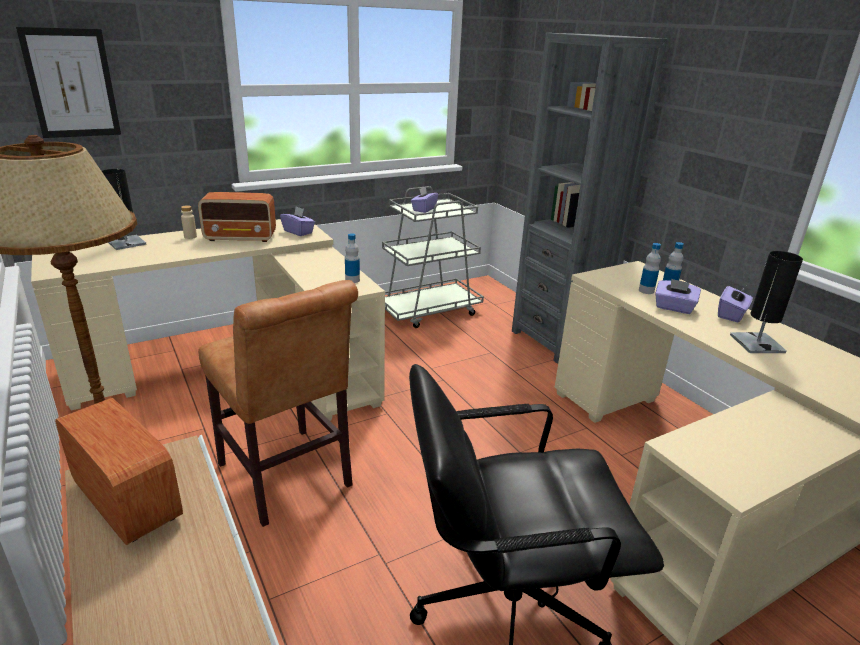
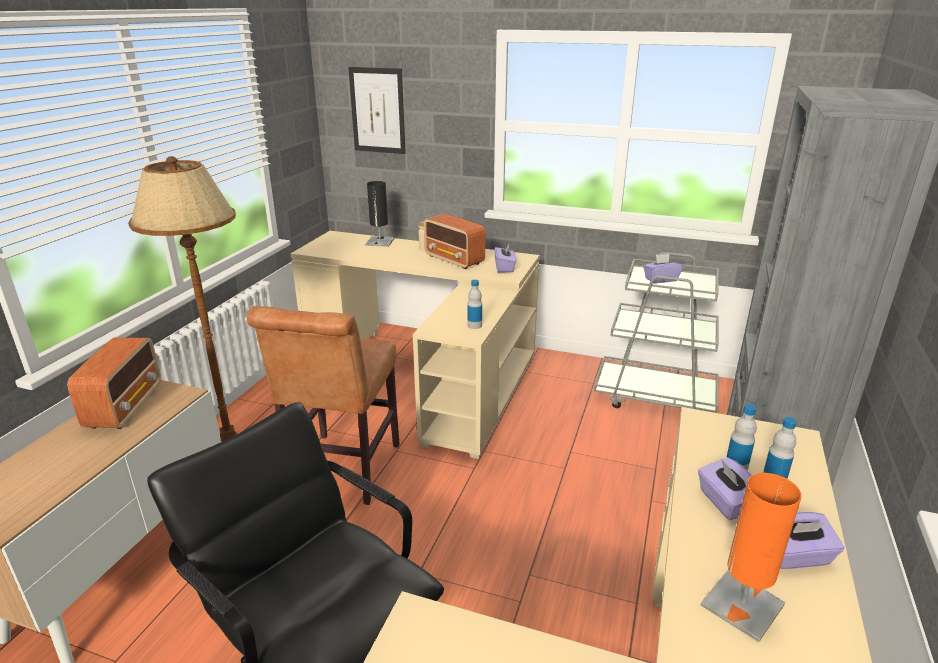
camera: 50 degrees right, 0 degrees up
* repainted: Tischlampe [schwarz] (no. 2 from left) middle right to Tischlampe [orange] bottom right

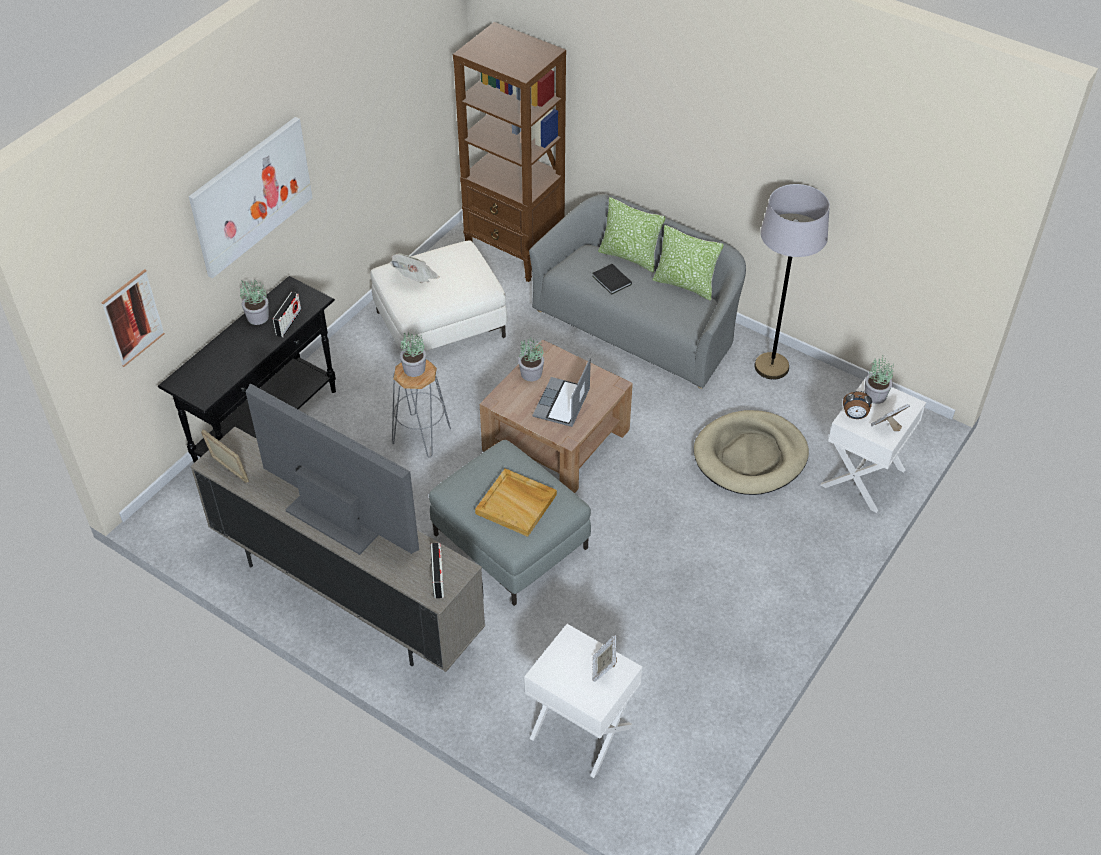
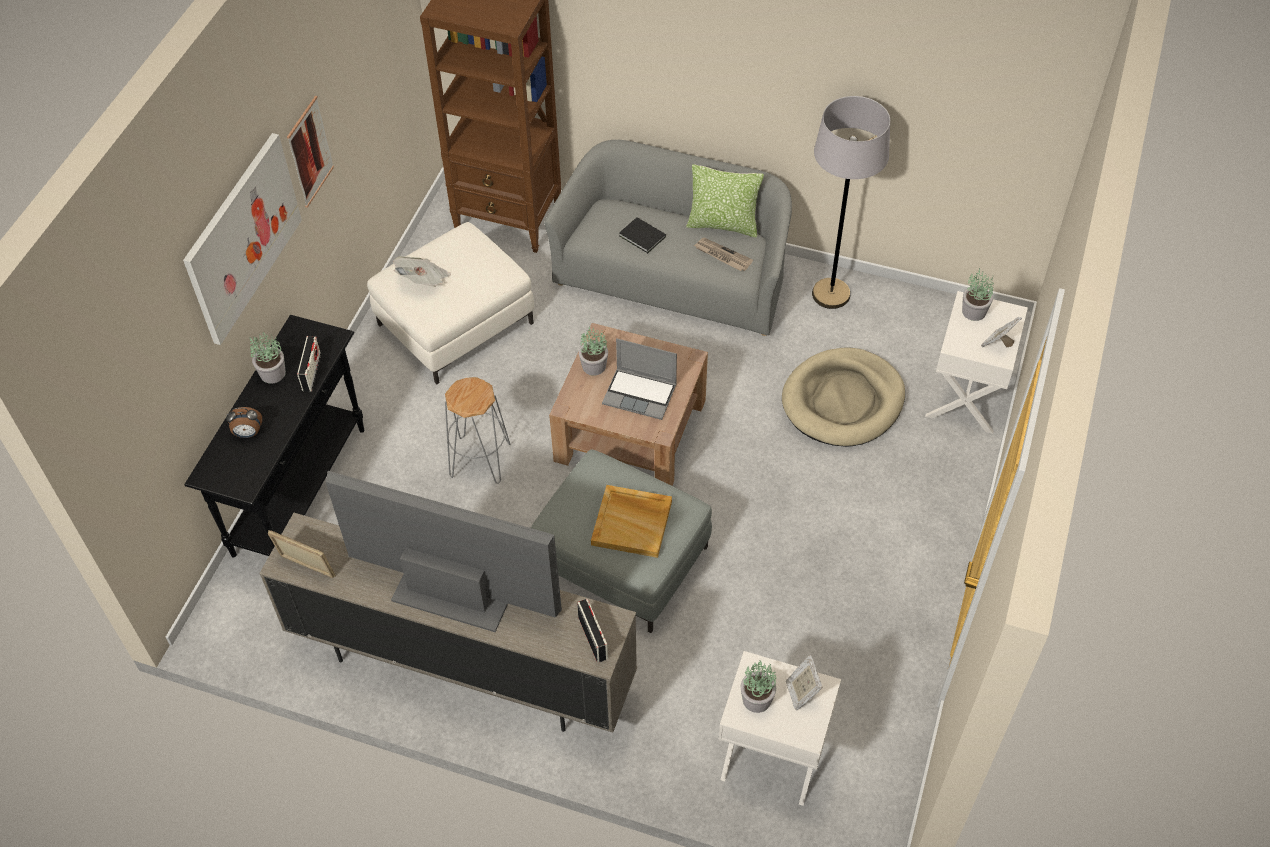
camera: 15 degrees left, 5 degrees up
* gone: Kissen (no. 1 from left) top centre
* shifted: Bild (no. 1 from left in the first image) middle left to Bild (no. 2 from left) top left
* shifted: Topfpflanze (no. 2 from left in the first image) centre to Topfpflanze (no. 3 from left) bottom centre
* rotated: Laptop centre = centre 75 degrees counterclockwise
* shifted: Wecker middle right to middle left
* new: Zeitung (no. 2 from left) top centre

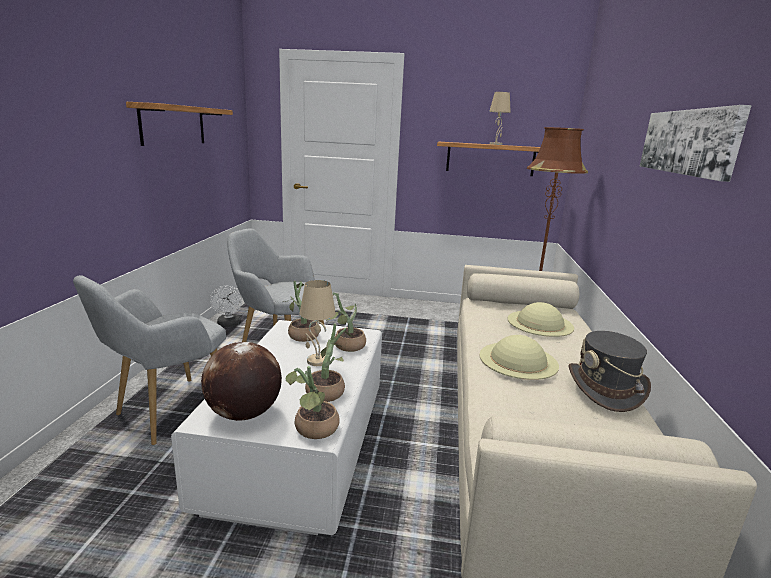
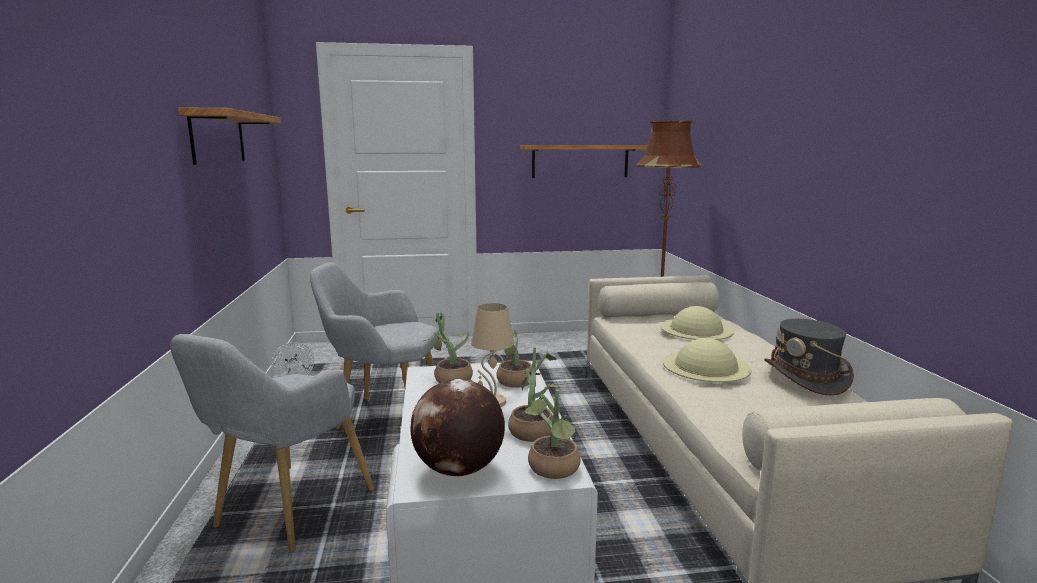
camera: 15 degrees left, 5 degrees down
* gone: Tischlampe [beige] (no. 2 from left) top centre
* gone: Bild top right

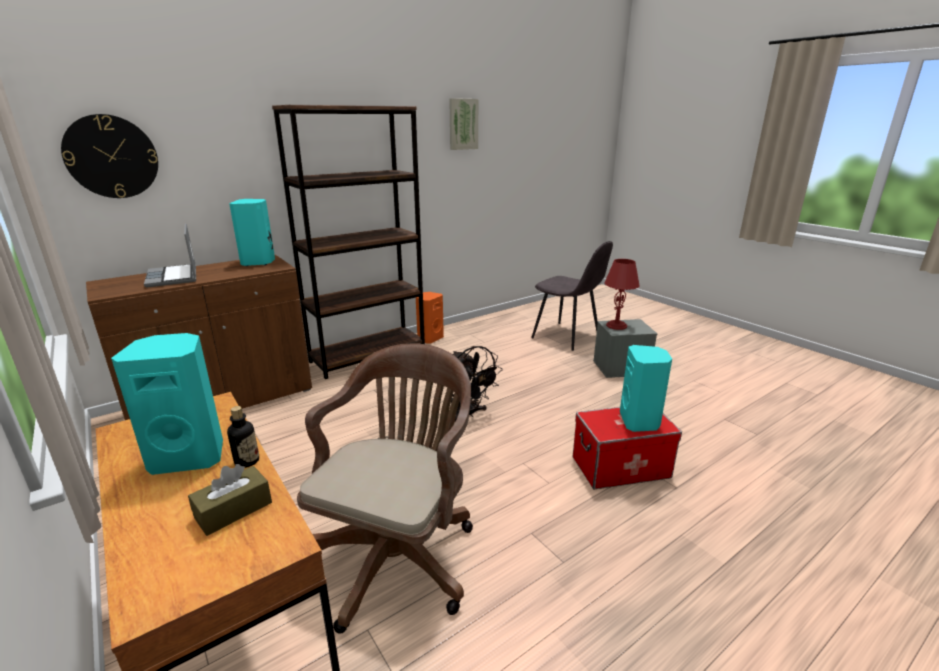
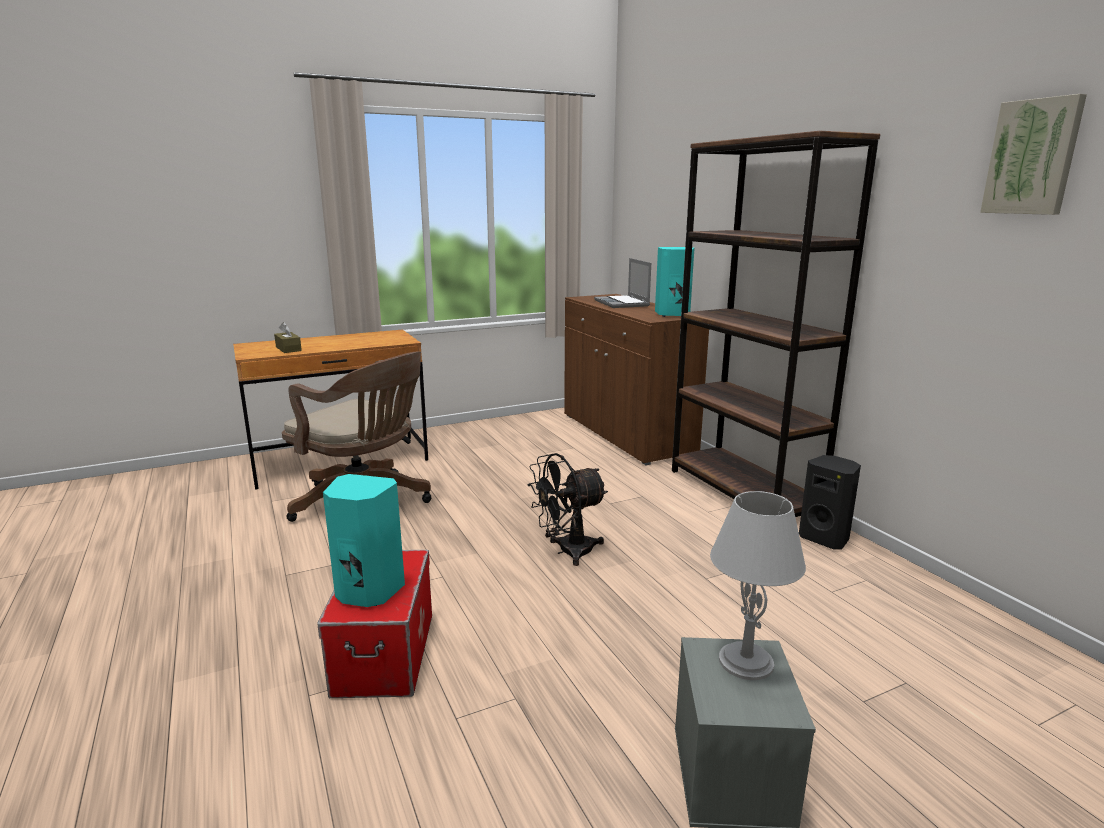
camera: 100 degrees right, 5 degrees down
* gone: Wanduhr top left
* rotated: Laptop middle left = centre 90 degrees counterclockwise
* gone: Stuhl [grau] centre
* repainted: Tischlampe [rot] centre to Tischlampe [grau] bottom right
* repainted: Lautsprecher [orange] centre to Lautsprecher [schwarz] middle right
* gone: Lautsprecher [türkis] (no. 1 from left) middle left
* gone: Flasche middle left

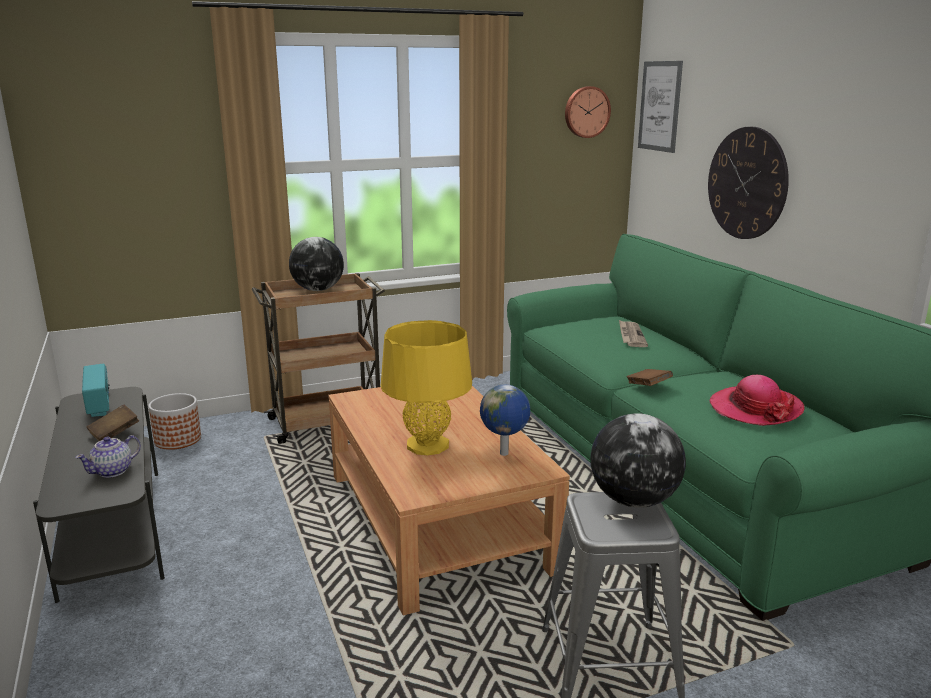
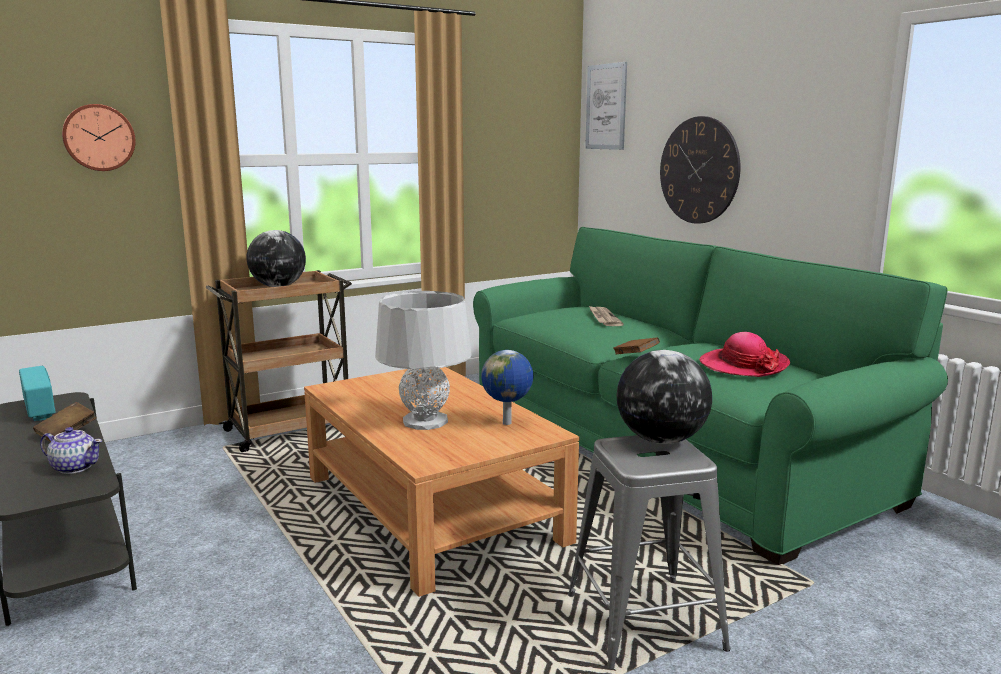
camera: 10 degrees left, 5 degrees down
* shifted: Wanduhr (no. 1 from left) top centre to top left
* repainted: Tischlampe [gelb] centre to Tischlampe [grau] centre
* gone: Pflanzkübel middle left
* rotated: Teekanne middle left = bottom left 105 degrees counterclockwise

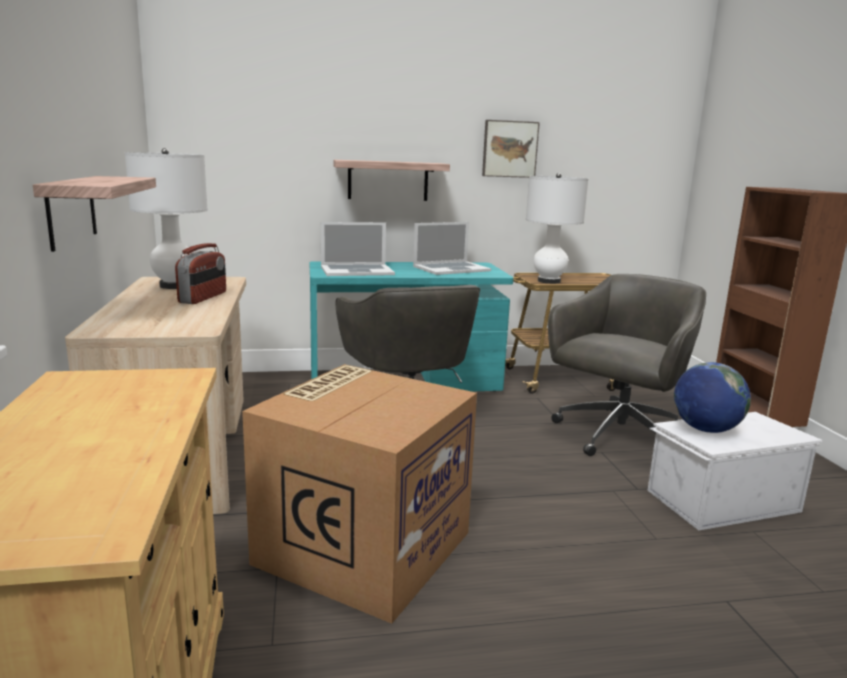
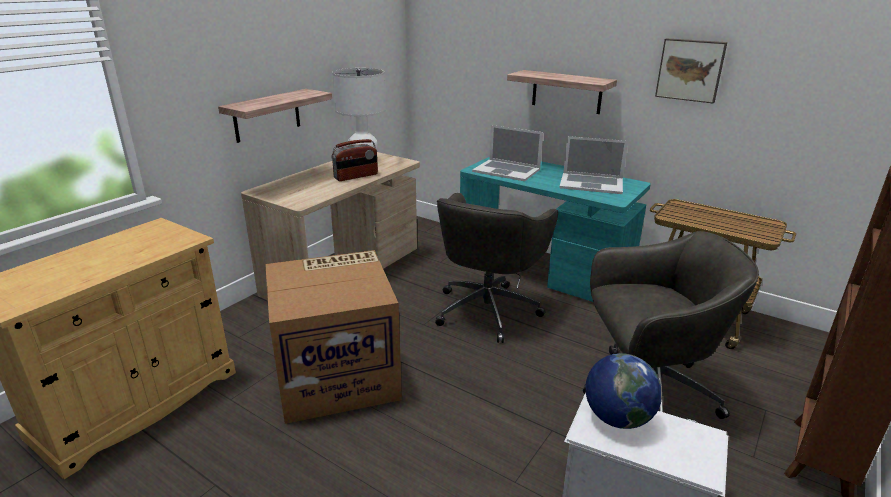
camera: 45 degrees right, 10 degrees up
* gone: Tischlampe [weiß] (no. 2 from left) centre

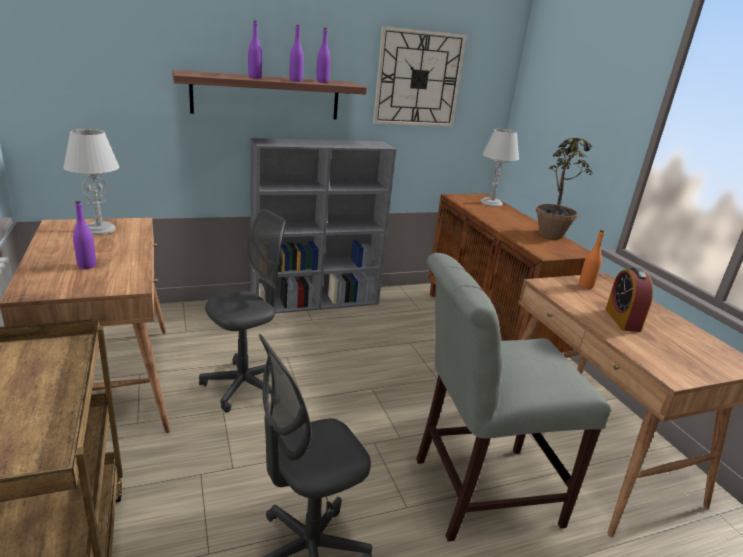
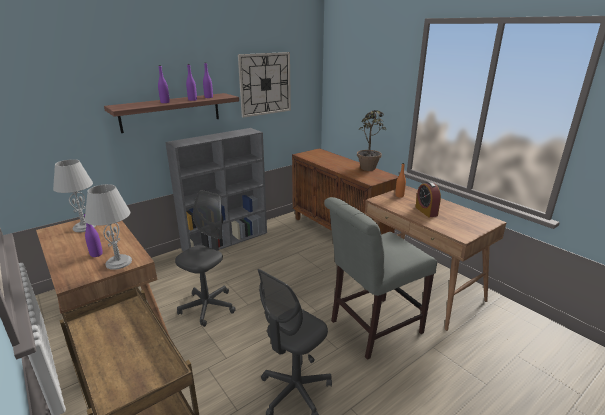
camera: 15 degrees left, 0 degrees up
* shifted: Tischlampe [grau] (no. 2 from left) top right to middle left

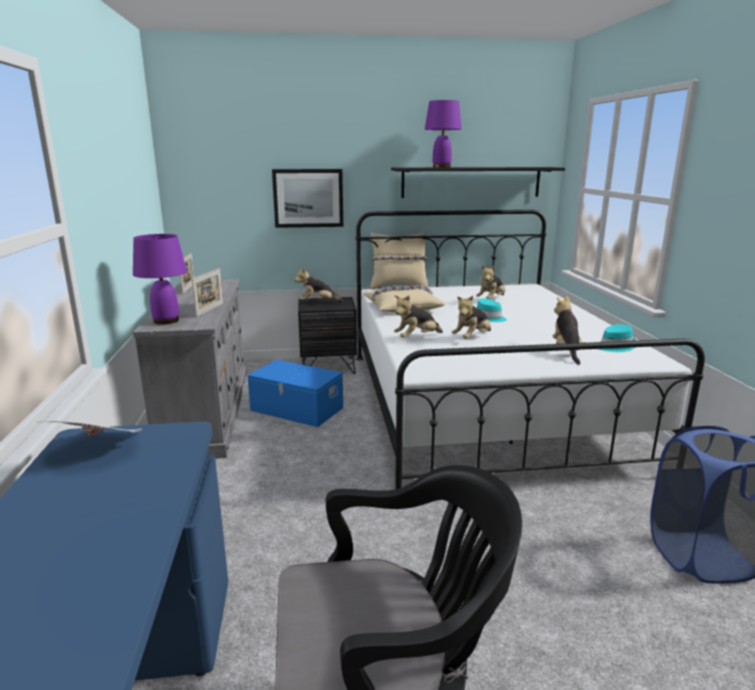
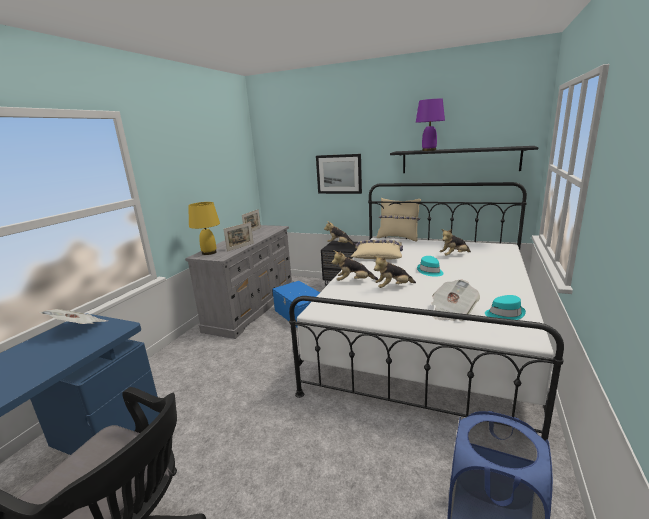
camera: 30 degrees right, 0 degrees up
* repainted: Tischlampe [lila] (no. 1 from left) middle left to Tischlampe [gelb] middle left
* swapped: Plüschtier (no. 5 from left) middle right to Zeitung (no. 2 from left) middle right

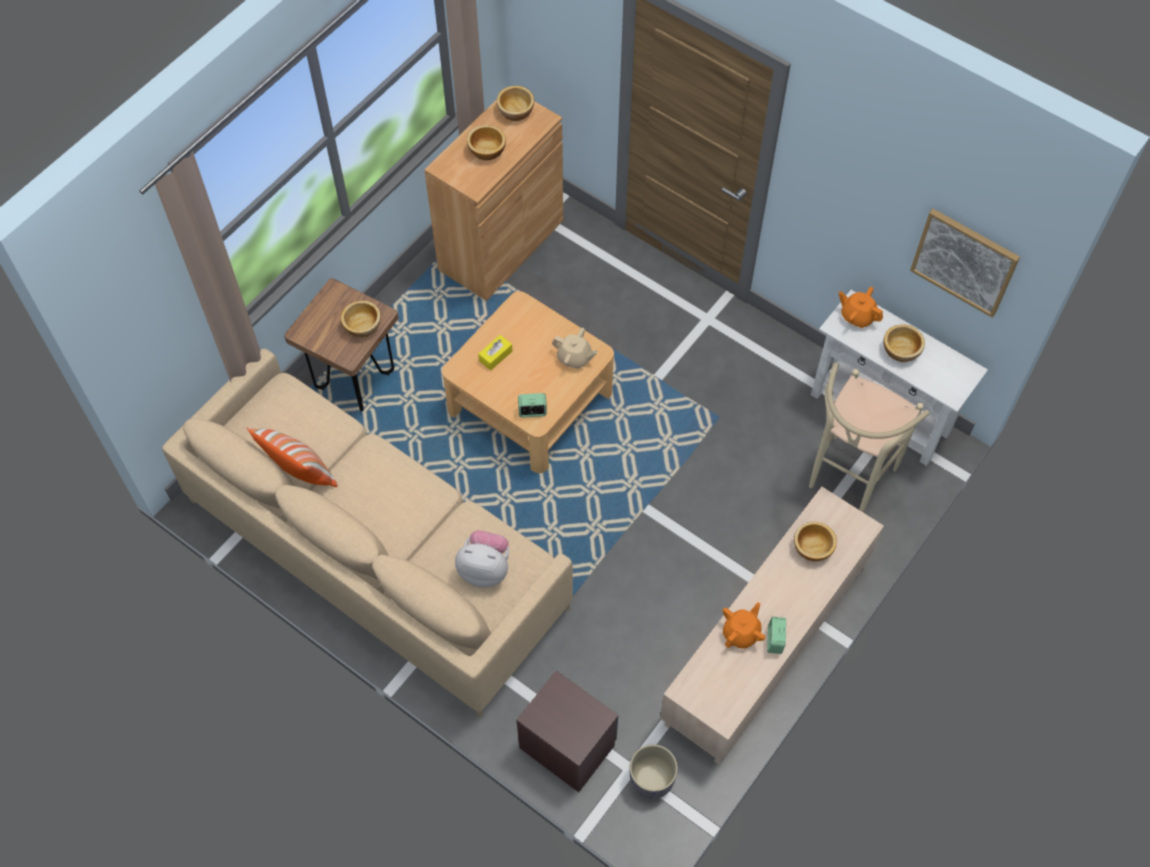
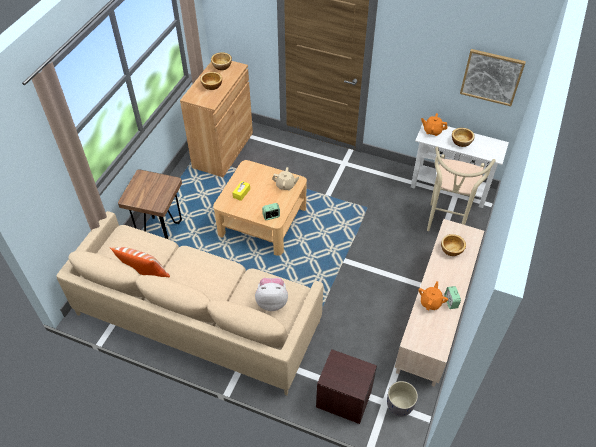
camera: 15 degrees left, 10 degrees down
* gone: Schüssel (no. 1 from left) middle left

